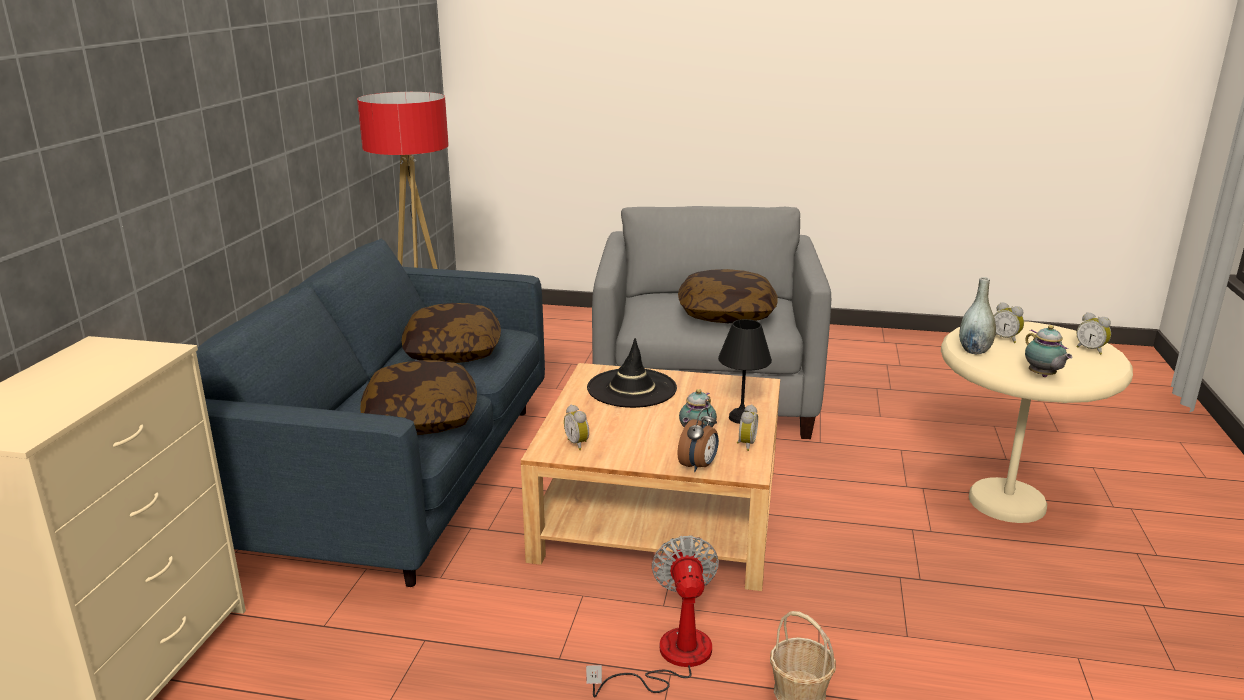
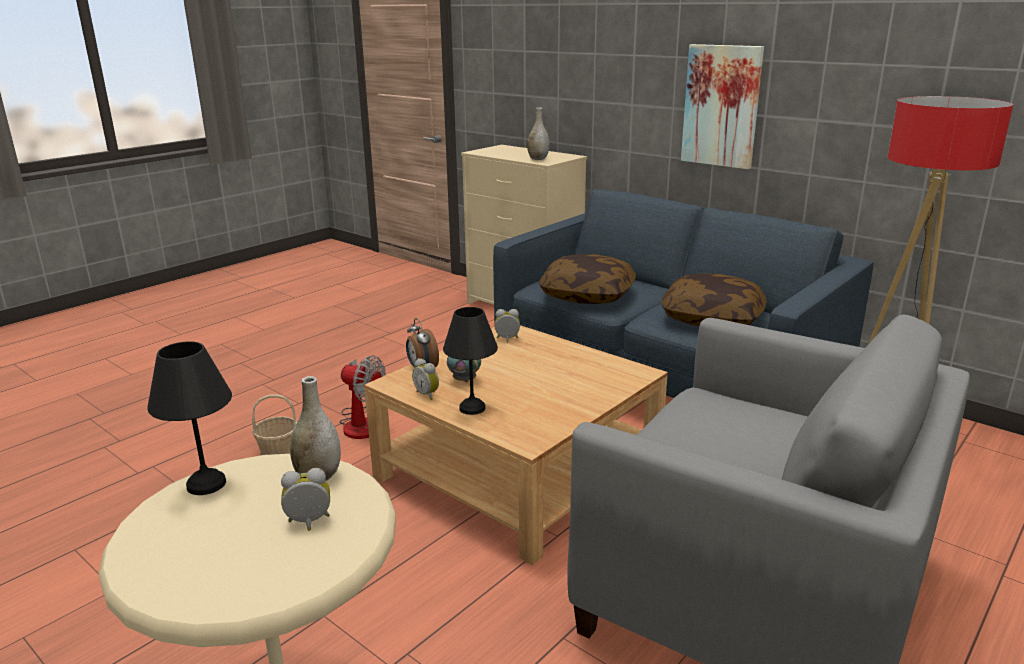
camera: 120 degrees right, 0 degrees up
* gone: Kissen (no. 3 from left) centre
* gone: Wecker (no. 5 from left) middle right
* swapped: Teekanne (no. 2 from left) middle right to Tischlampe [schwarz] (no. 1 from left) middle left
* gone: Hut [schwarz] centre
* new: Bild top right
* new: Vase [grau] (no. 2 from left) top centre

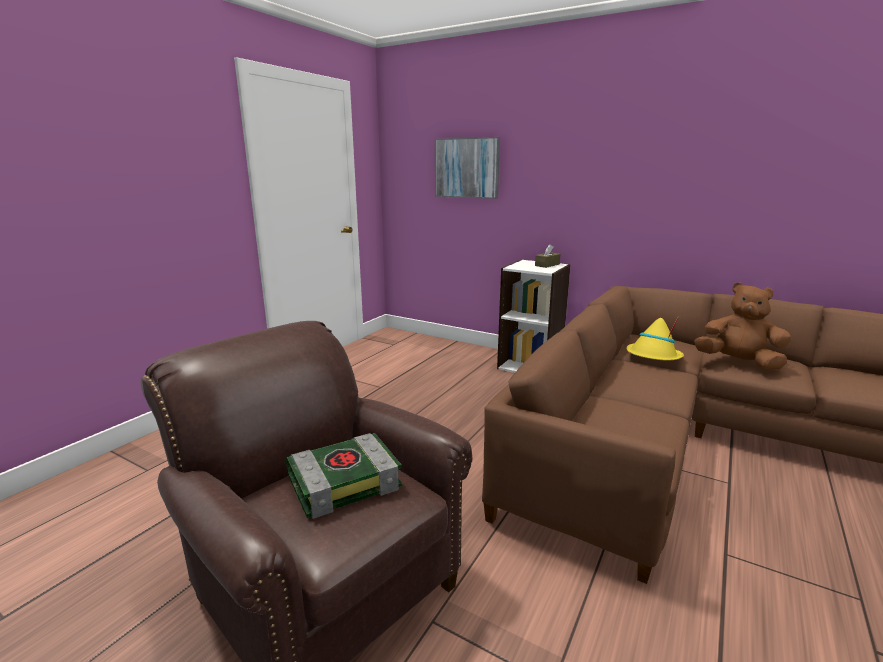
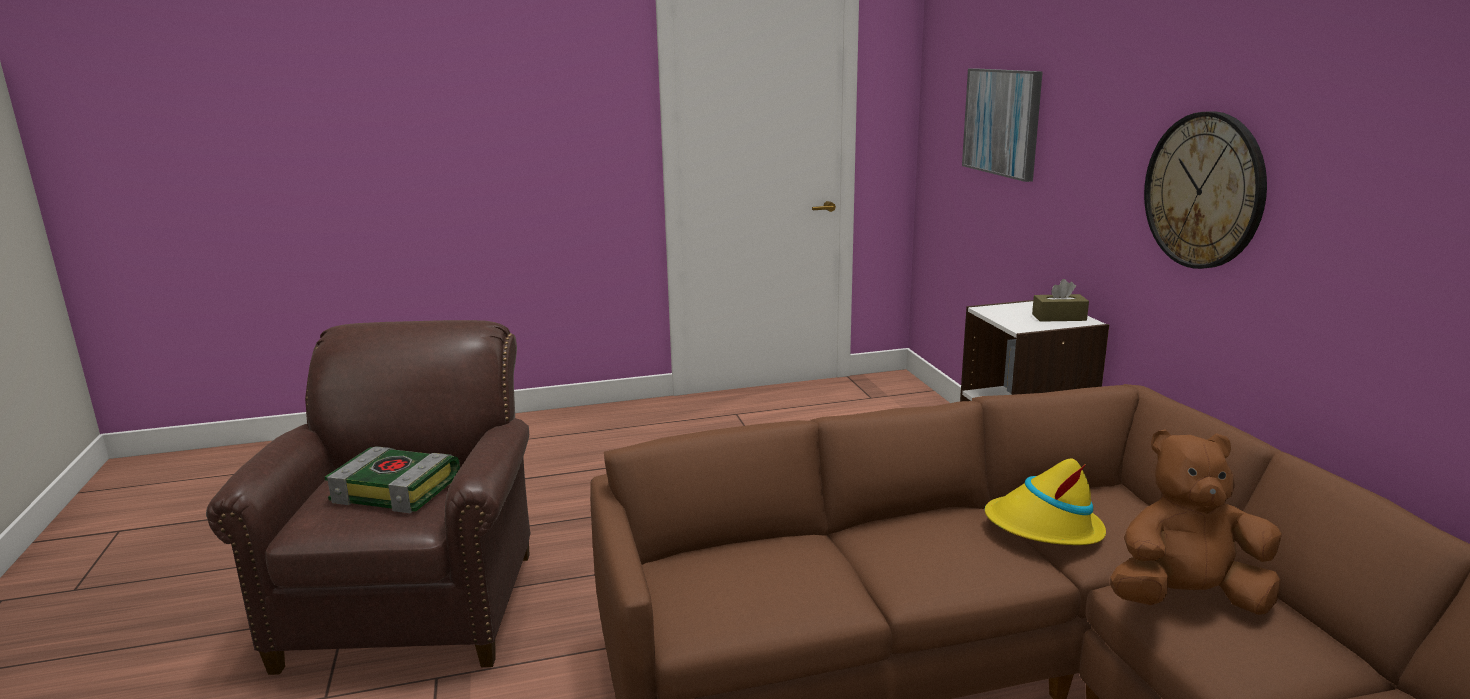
camera: 45 degrees right, 0 degrees up
* rotated: Plüschtier [braun] middle right = bottom right 75 degrees counterclockwise
* new: Wanduhr top right

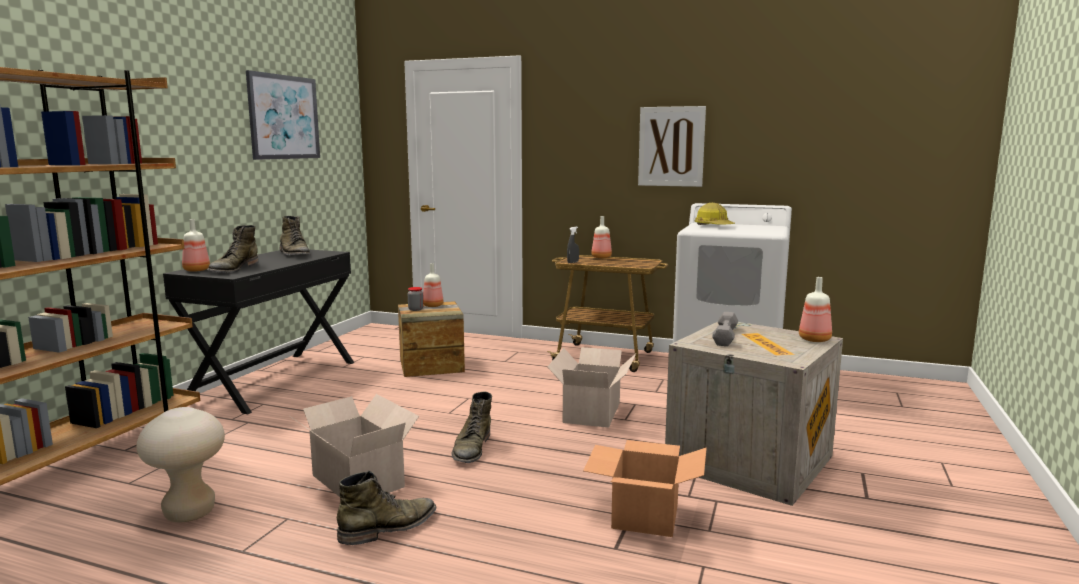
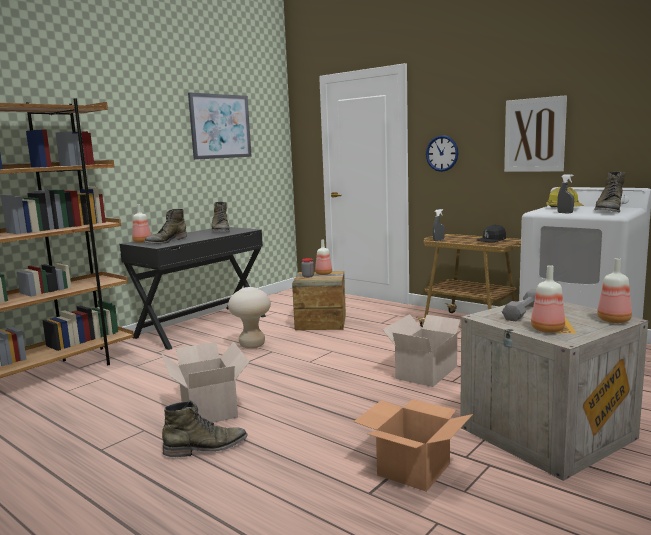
camera: 20 degrees right, 0 degrees up
* shifted: Flasche (no. 3 from left) centre to middle right
* shifted: Stiefel [grün] (no. 4 from left) bottom centre to middle right
* shifted: Hocker [beige] bottom left to centre
* new: Wanduhr top right
* new: Sprühflasche [grau] (no. 2 from left) middle right
* new: Kappe [schwarz] middle right

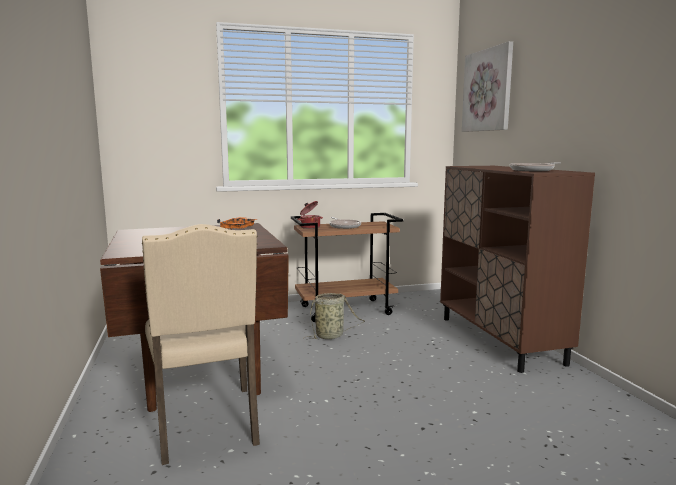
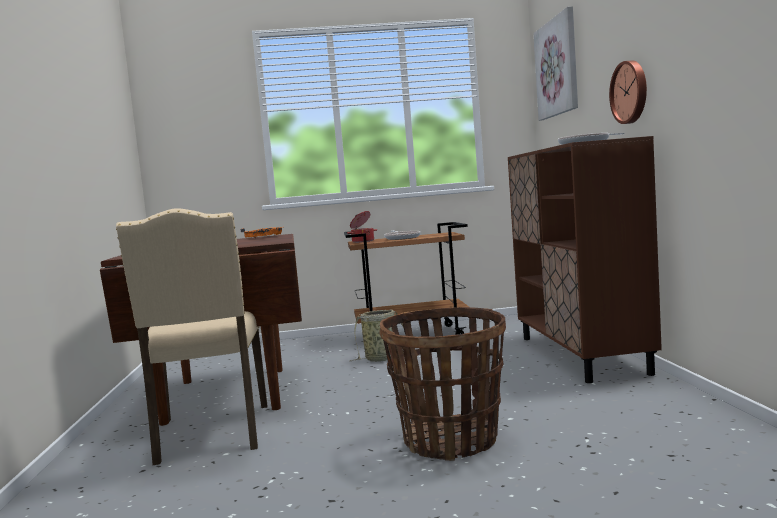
camera: 10 degrees right, 5 degrees down
* new: Wanduhr top right
* new: Korb (no. 2 from left) bottom centre

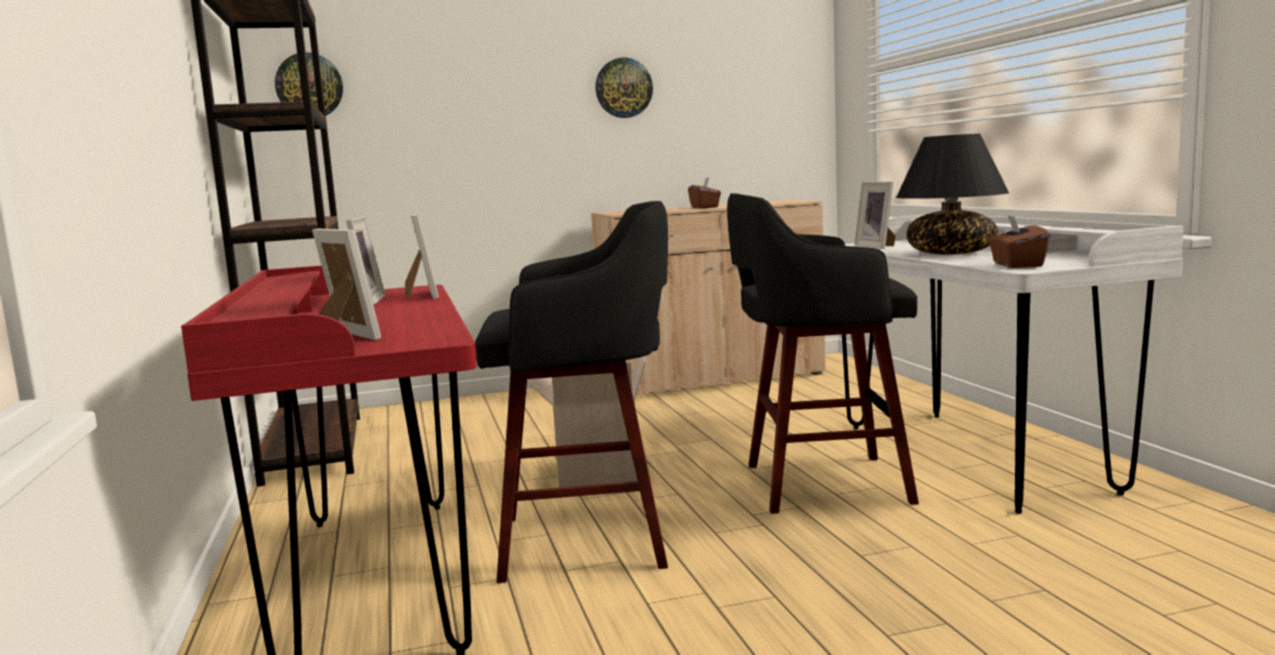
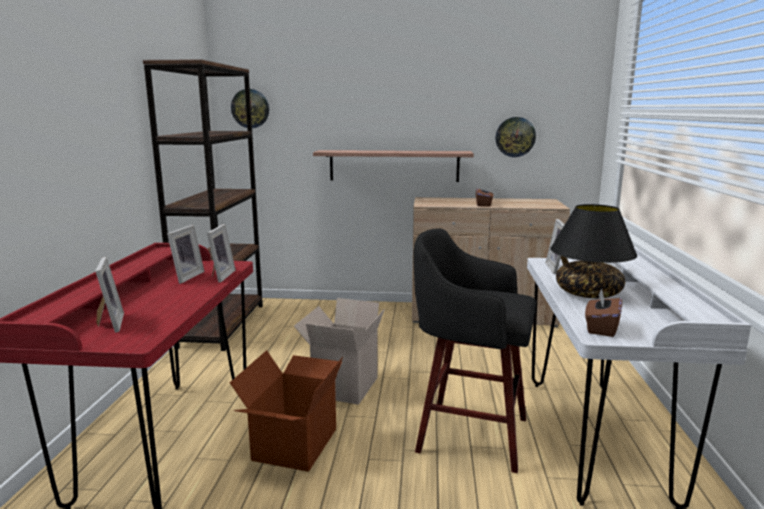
camera: 20 degrees right, 5 degrees up
* shifted: Wanduhr (no. 2 from left) top centre to top right
* swapped: Hocker [schwarz] (no. 1 from left) centre to Karton (no. 1 from left) bottom centre
* new: Wandregal top centre

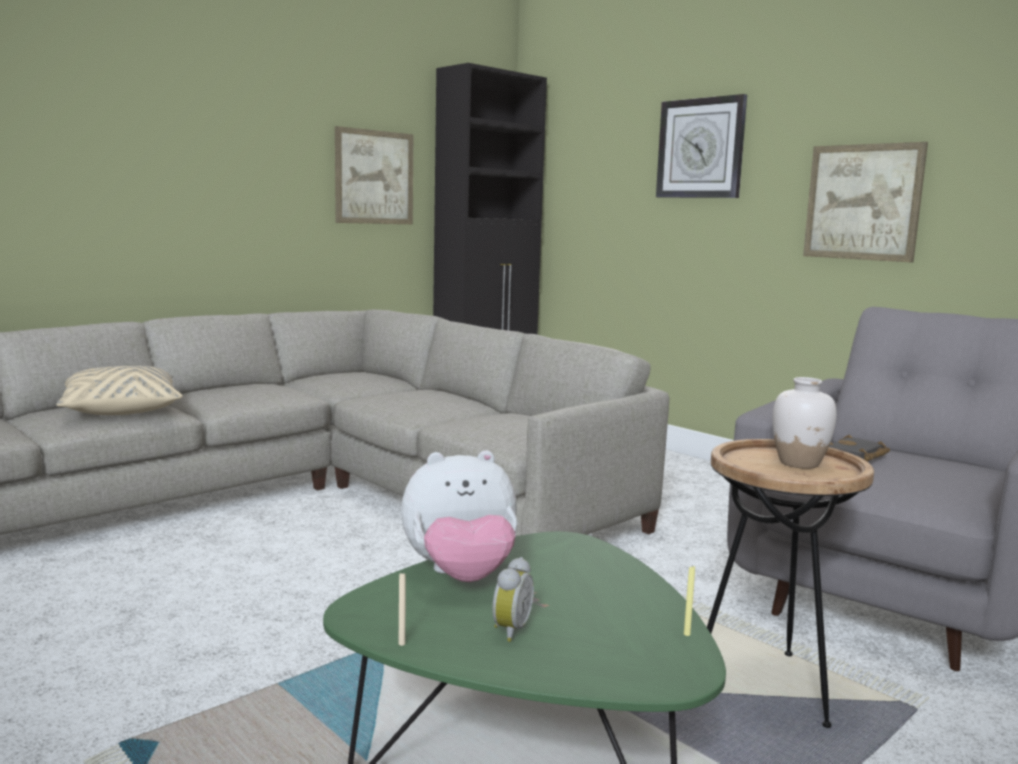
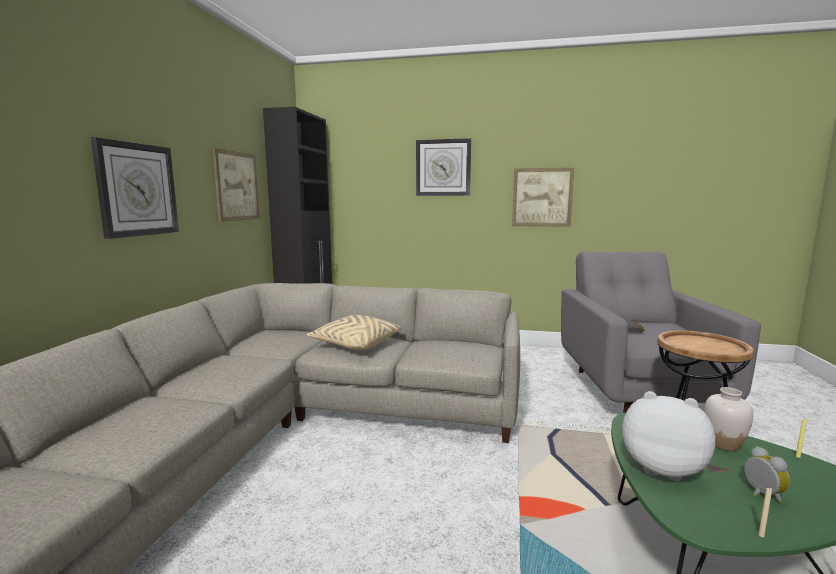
camera: 35 degrees left, 0 degrees up
* shifted: Kissen [beige] middle left to centre
* shifted: Vase [weiß] middle right to bottom right
* rotated: Plüschtier bottom centre = bottom right 105 degrees counterclockwise
* new: Wanduhr (no. 1 from left) top left

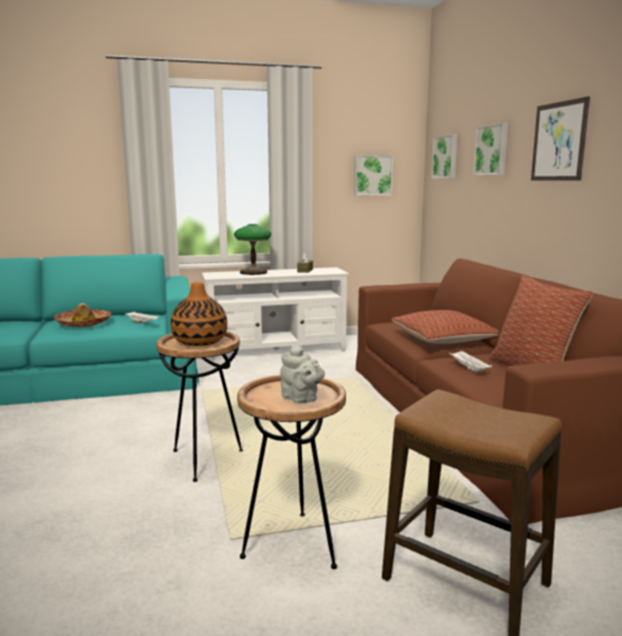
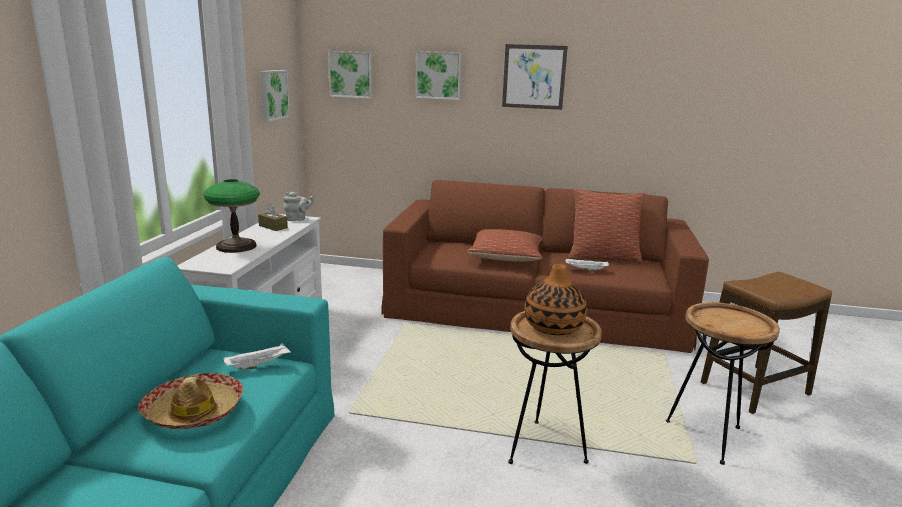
camera: 65 degrees left, 5 degrees up
* shifted: Teekanne [grau] centre to middle left

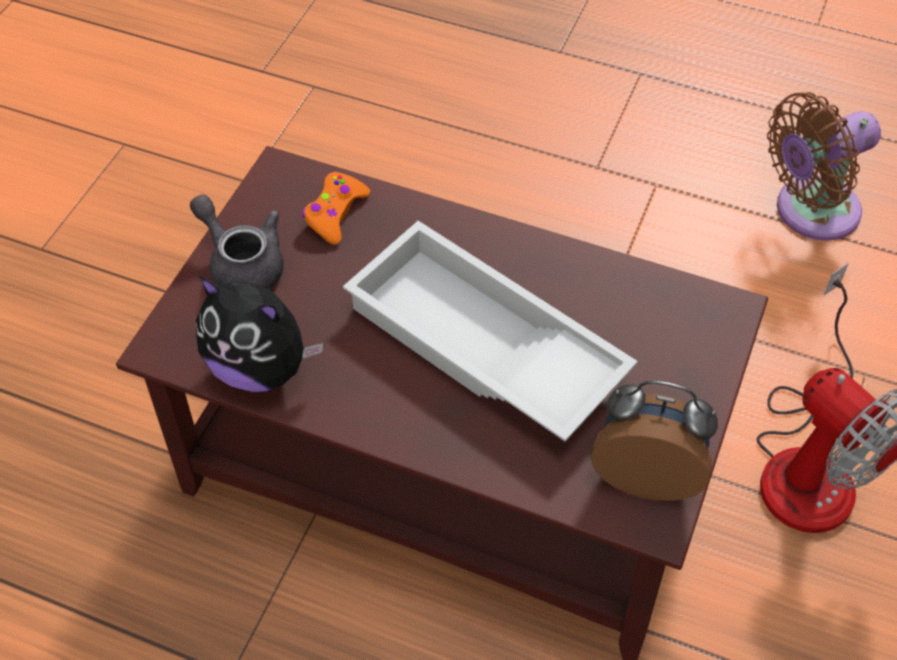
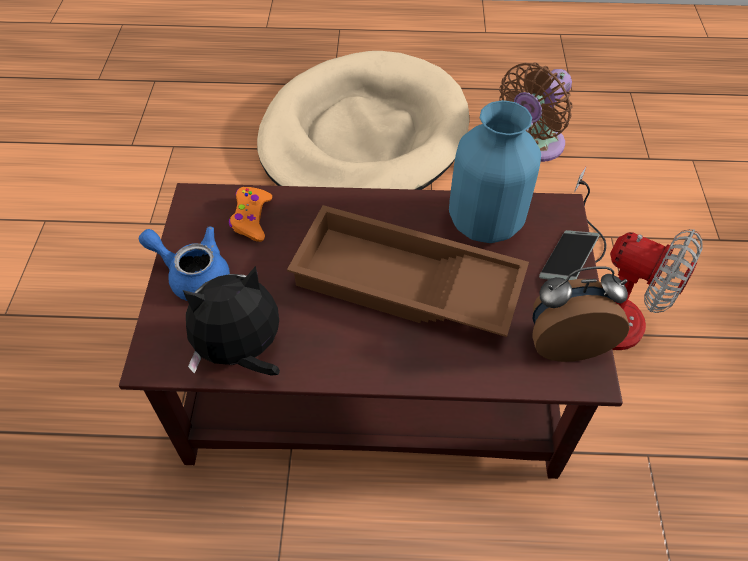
camera: 20 degrees left, 0 degrees up
* repainted: Teekanne [grau] middle left to Teekanne [blau] middle left
* repainted: Tablett [weiß] centre to Tablett [braun] centre
* rotated: Plüschtier middle left = middle left 150 degrees clockwise
* new: Hundebett [beige] top centre
* new: Vase [blau] top centre
* new: Handy middle right

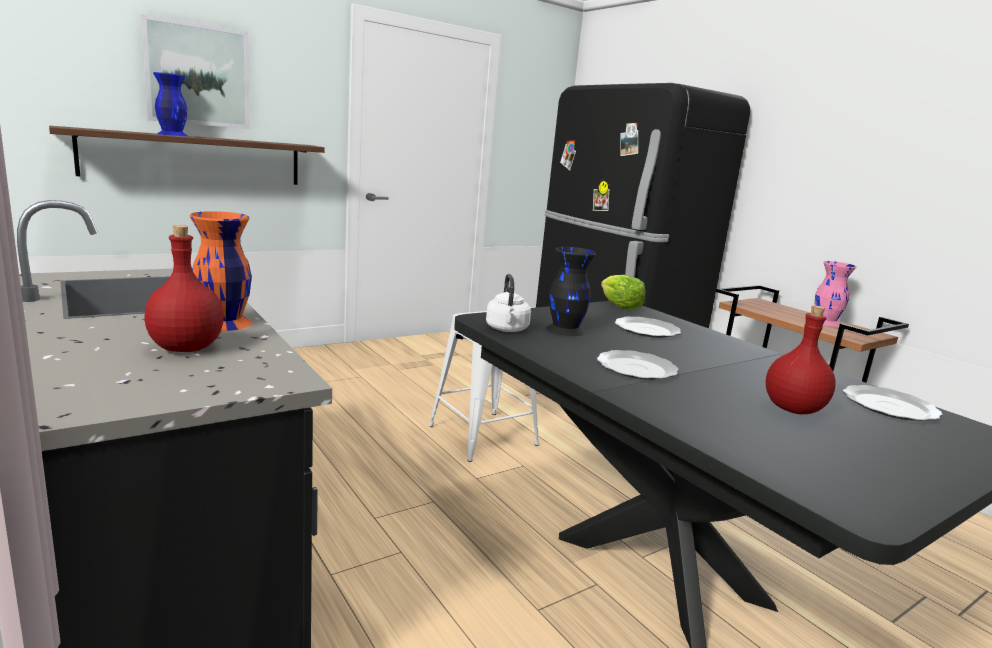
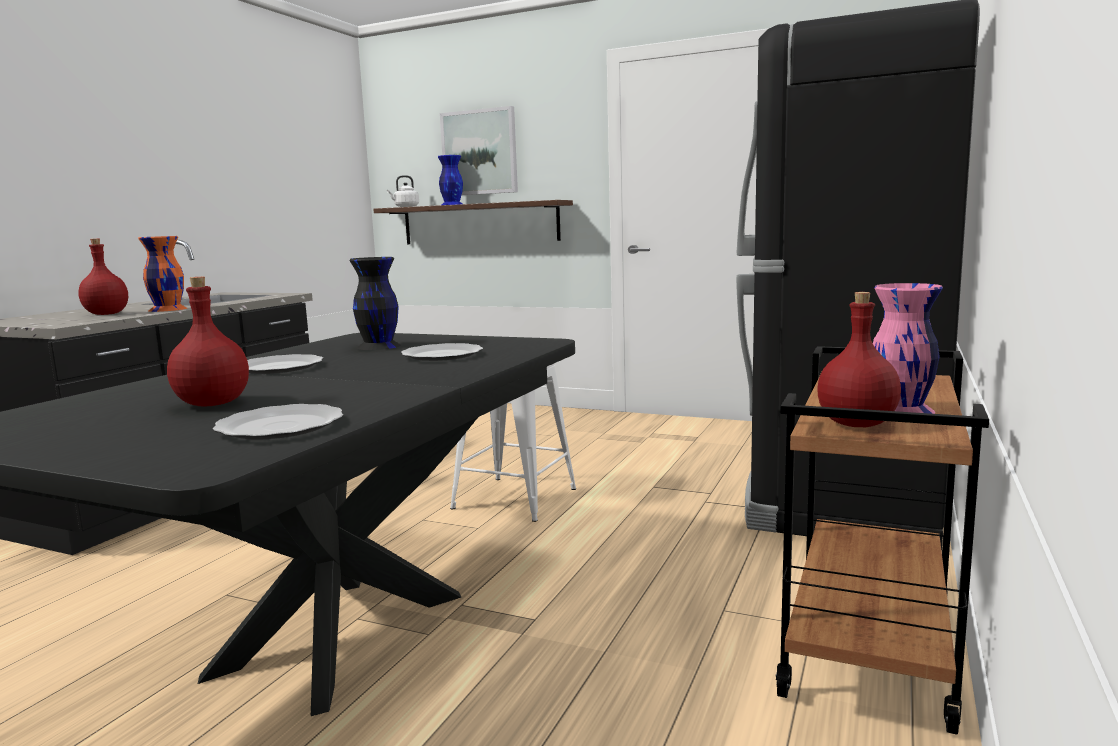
camera: 60 degrees right, 5 degrees down
* shifted: Wasserkessel [weiß] centre to top centre
* gone: Salatkopf centre
* new: Flasche [rot] (no. 3 from left) middle right

